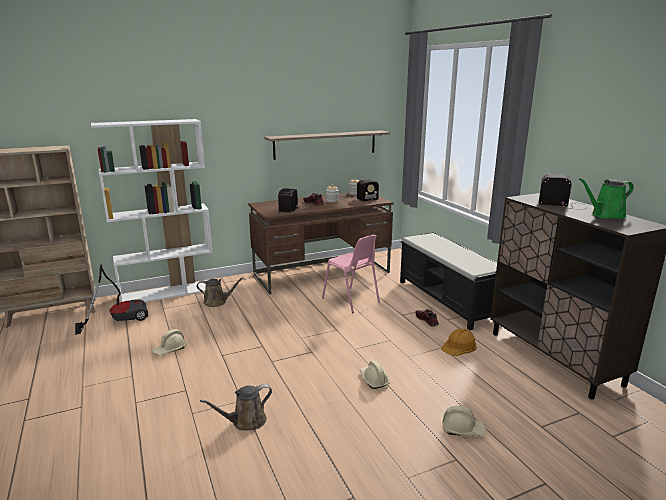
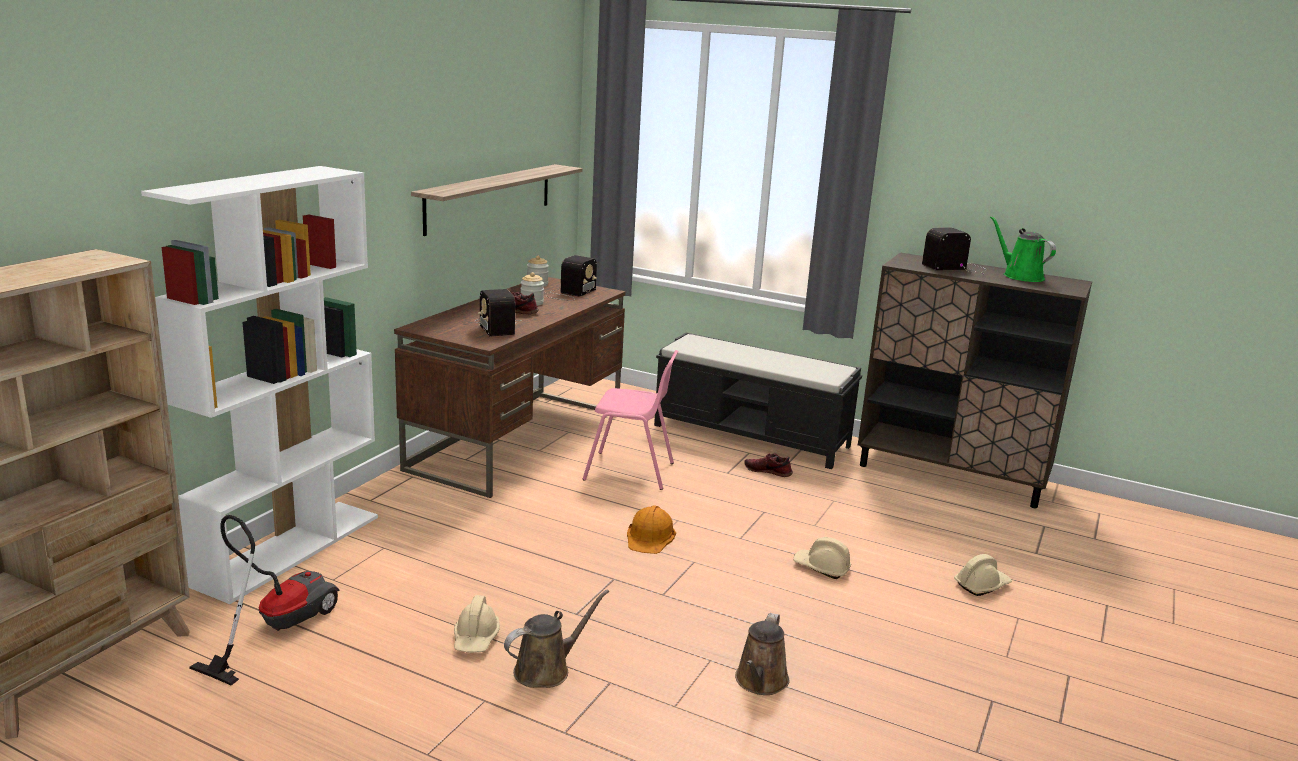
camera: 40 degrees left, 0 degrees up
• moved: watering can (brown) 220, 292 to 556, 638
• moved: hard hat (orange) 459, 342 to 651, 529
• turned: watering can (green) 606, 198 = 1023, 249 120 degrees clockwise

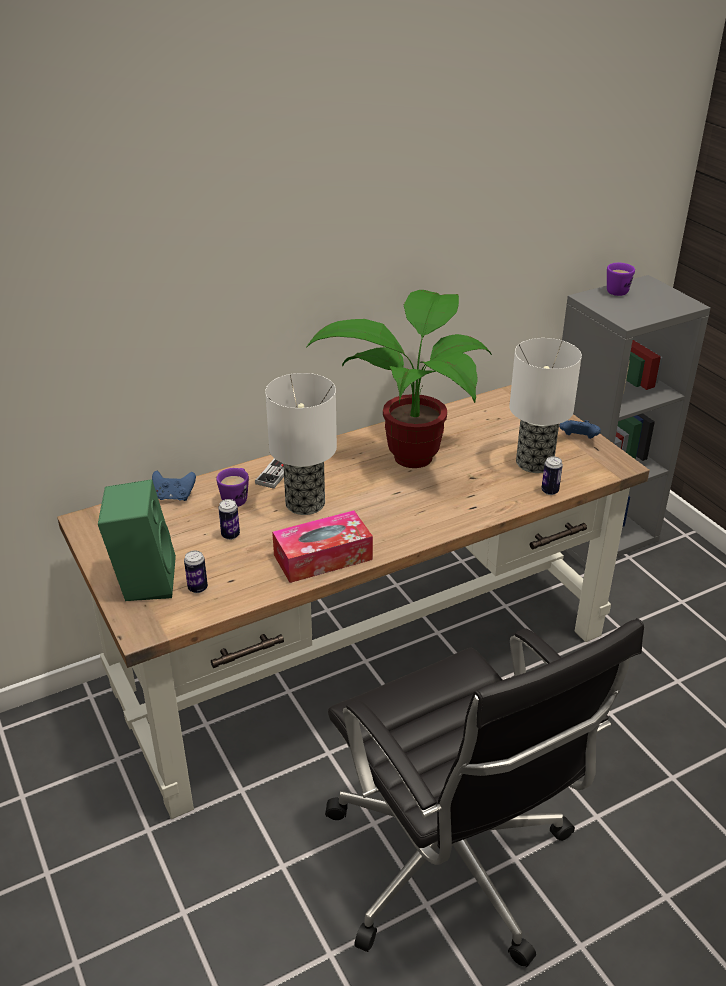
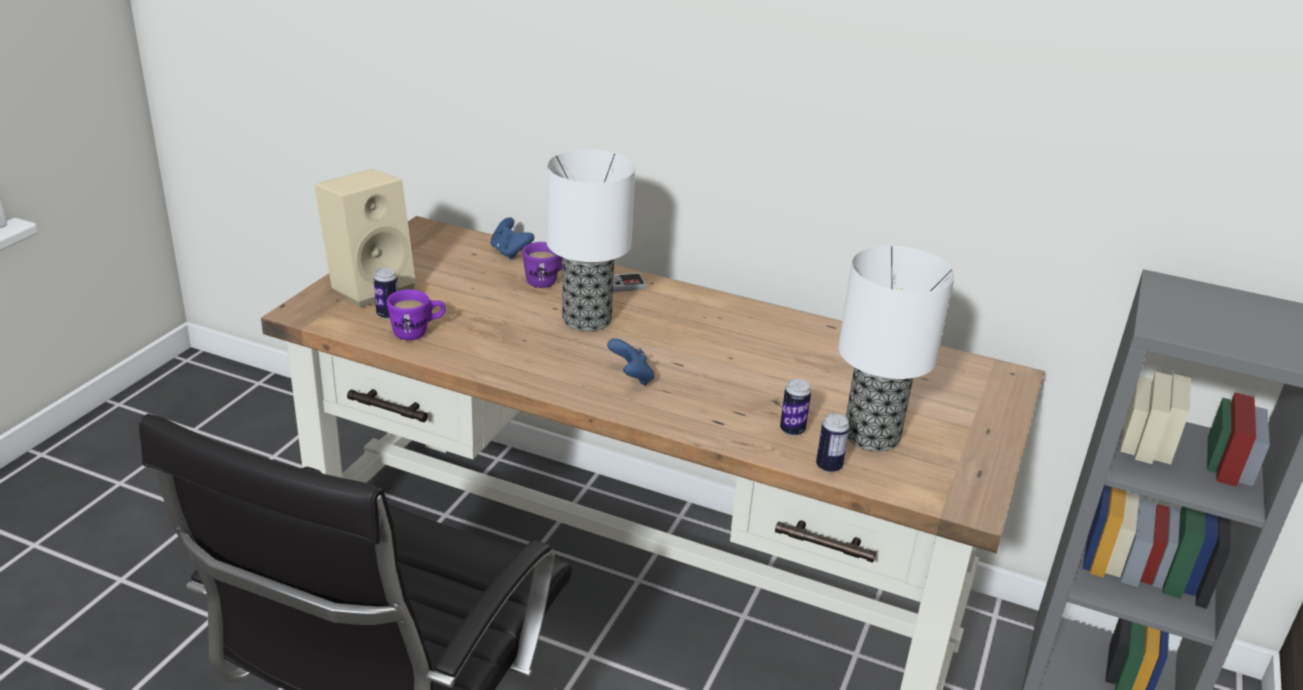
camera: 50 degrees right, 5 degrees down
• recoloured: speaker (green) 137, 540 to speaker (beige) 365, 238
• moved: mug (purple) 621, 279 to 416, 315
• moved: game controller (blue) 580, 429 to 631, 361
• moved: can 229, 519 to 795, 407
• removed: tissue box 322, 546
• removed: potted plant 399, 379

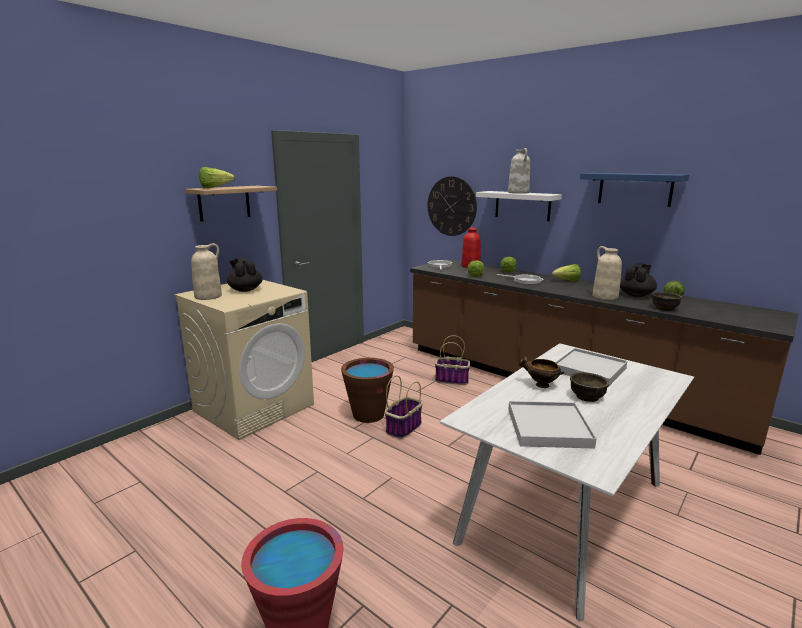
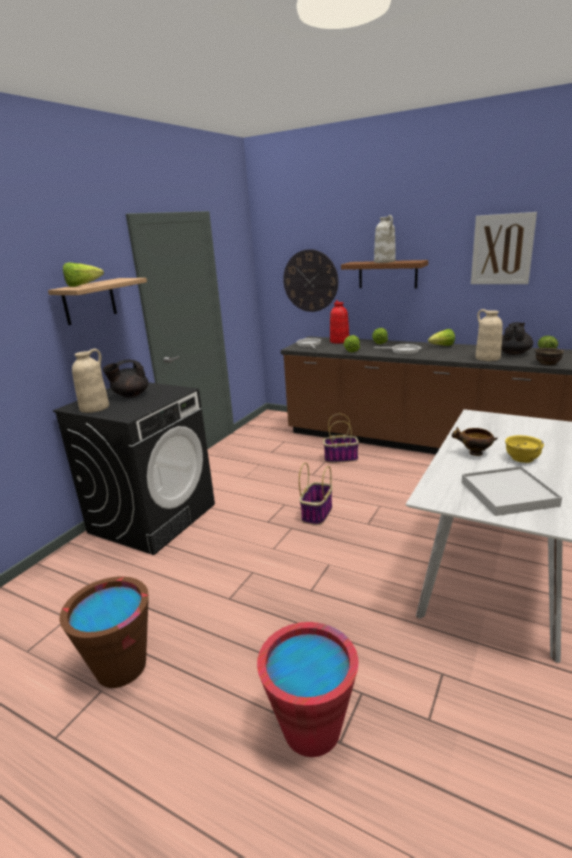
camera: 10 degrees left, 5 degrees up
• recoloured: washing machine (beige) 244, 360 to washing machine (black) 134, 468
• moved: bucket (brown) 367, 390 to 104, 632
• turned: teapot (black) 245, 274 = 125, 378 75 degrees counterclockwise
• recoloured: shelf (white) 519, 206 to shelf (brown) 384, 274
• replaced: shelf (blue) 634, 190 to picture 504, 248
• recoloured: bowl (brown) 589, 387 to bowl (yellow) 524, 449
• removed: tray (white) 591, 367

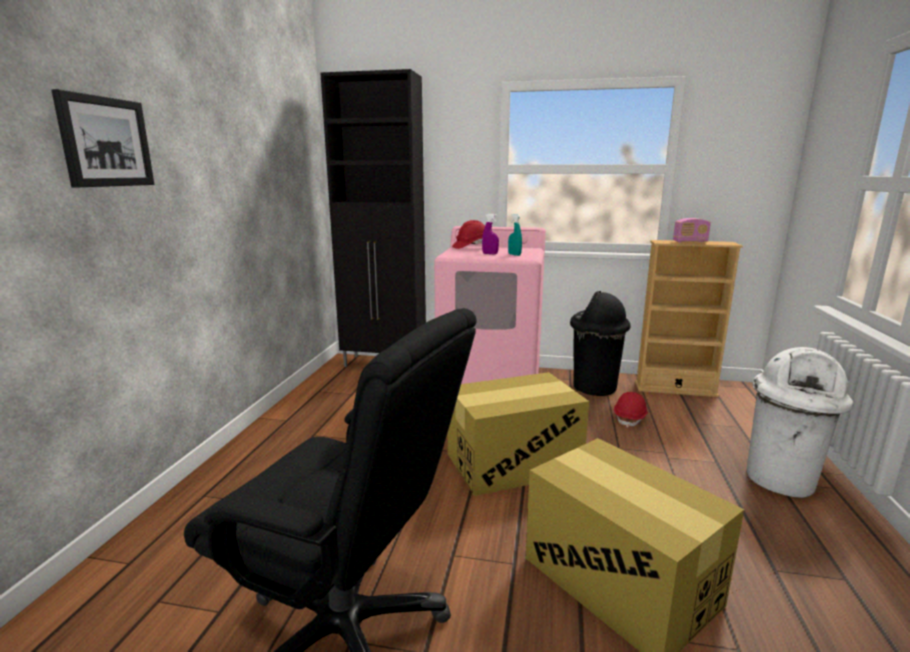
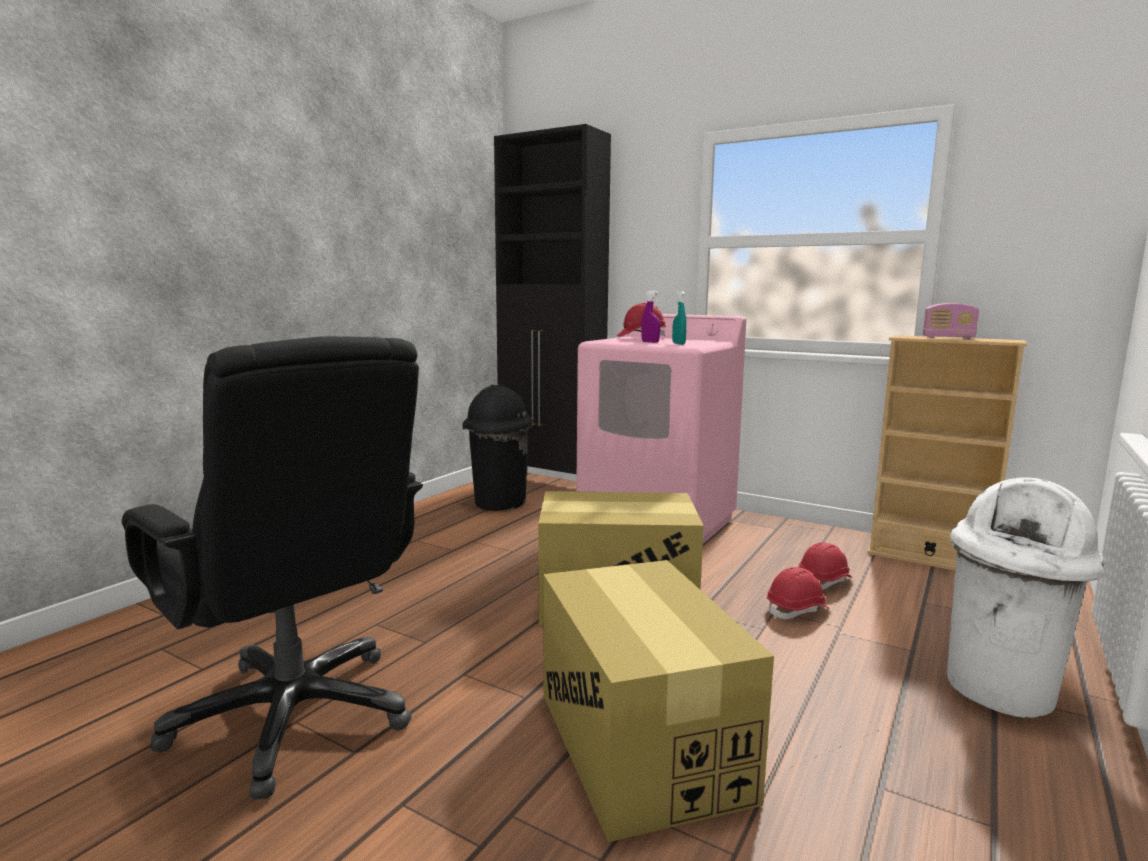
camera: 20 degrees right, 5 degrees down
• moved: trash can (black) 600, 343 to 497, 447
• added: hard hat (red) 798, 593
• removed: picture 102, 138

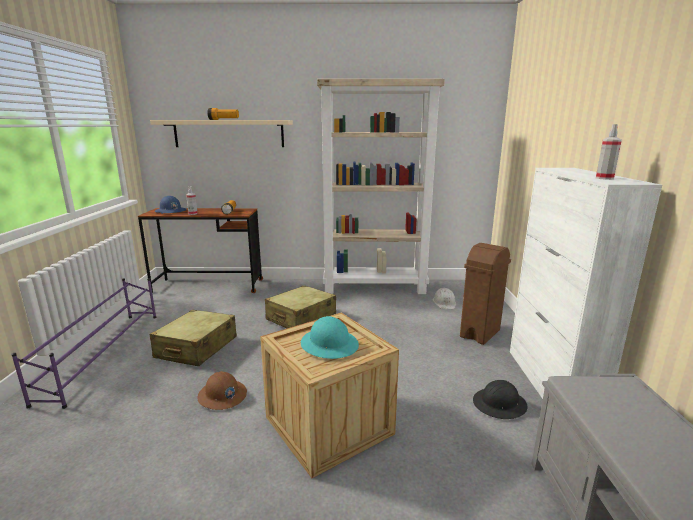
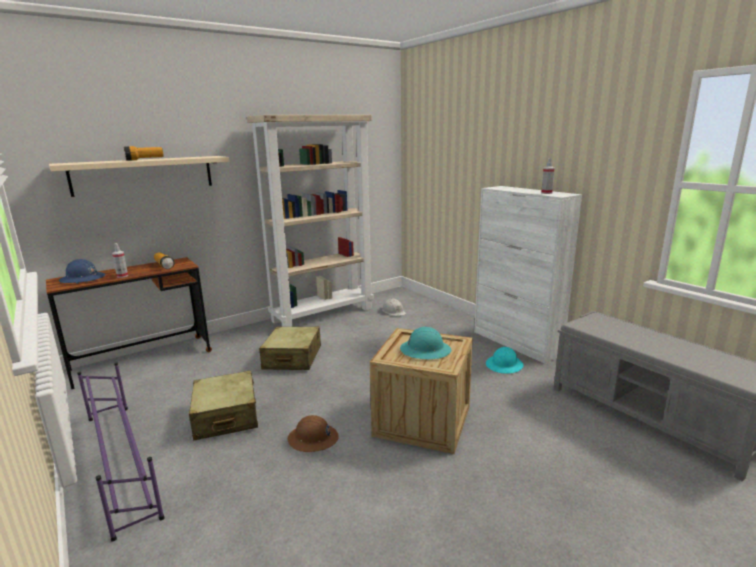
camera: 35 degrees left, 0 degrees up
• recoloured: hard hat (black) 500, 399 to hard hat (turquoise) 505, 360
• removed: trash can (brown) 485, 294

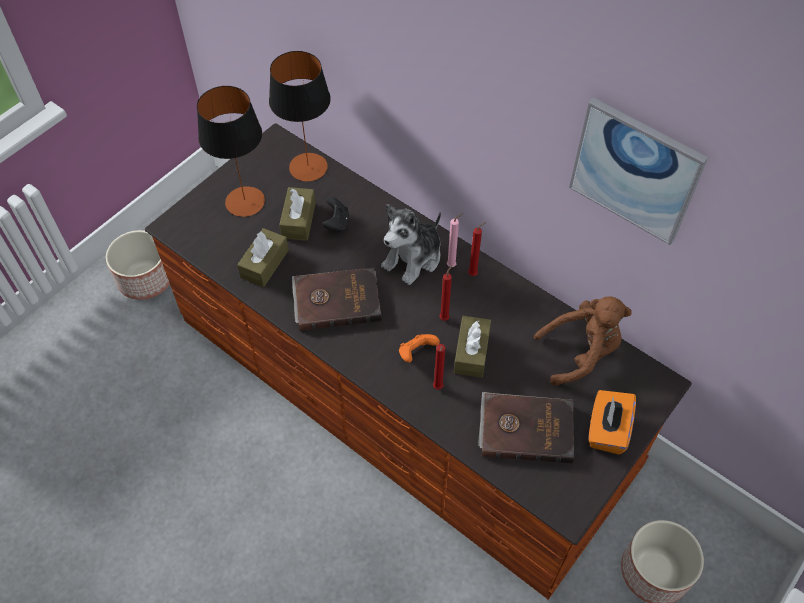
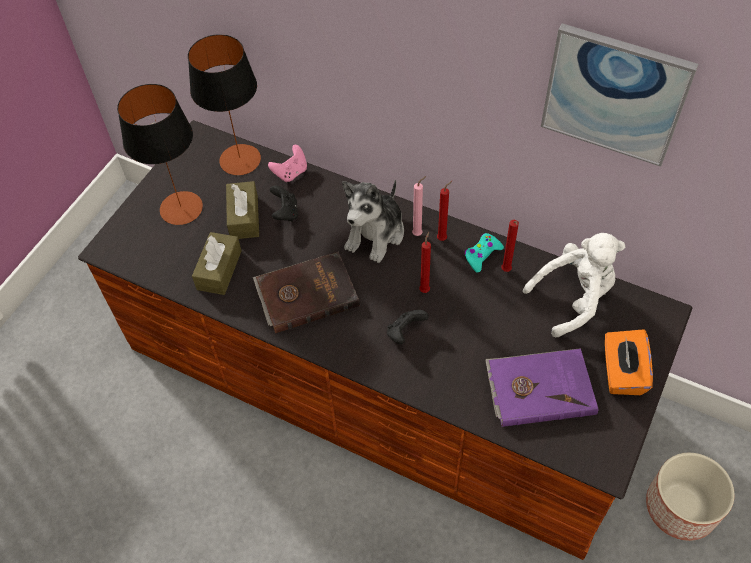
camera: 10 degrees left, 0 degrees up
• added: game controller (pink) 287, 163
• recoloured: game controller (orange) 419, 348 to game controller (black) 408, 327
• added: game controller (turquoise) 484, 252
• recoloured: book (brown) 526, 427 to book (purple) 542, 387
• moved: candle (red) 439, 367 to 510, 246
• recoloured: plush toy (brown) 583, 341 to plush toy (white) 574, 285
• removed: planter 138, 265
• removed: tissue box (brown) 472, 347

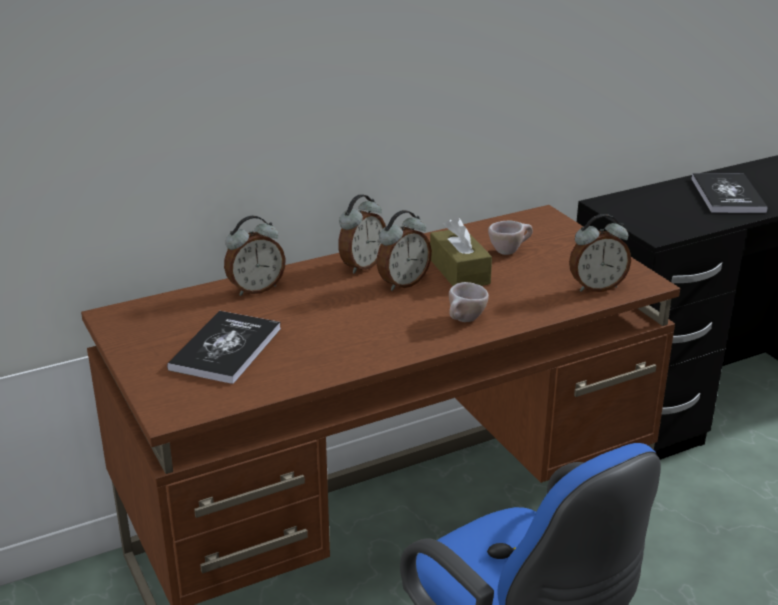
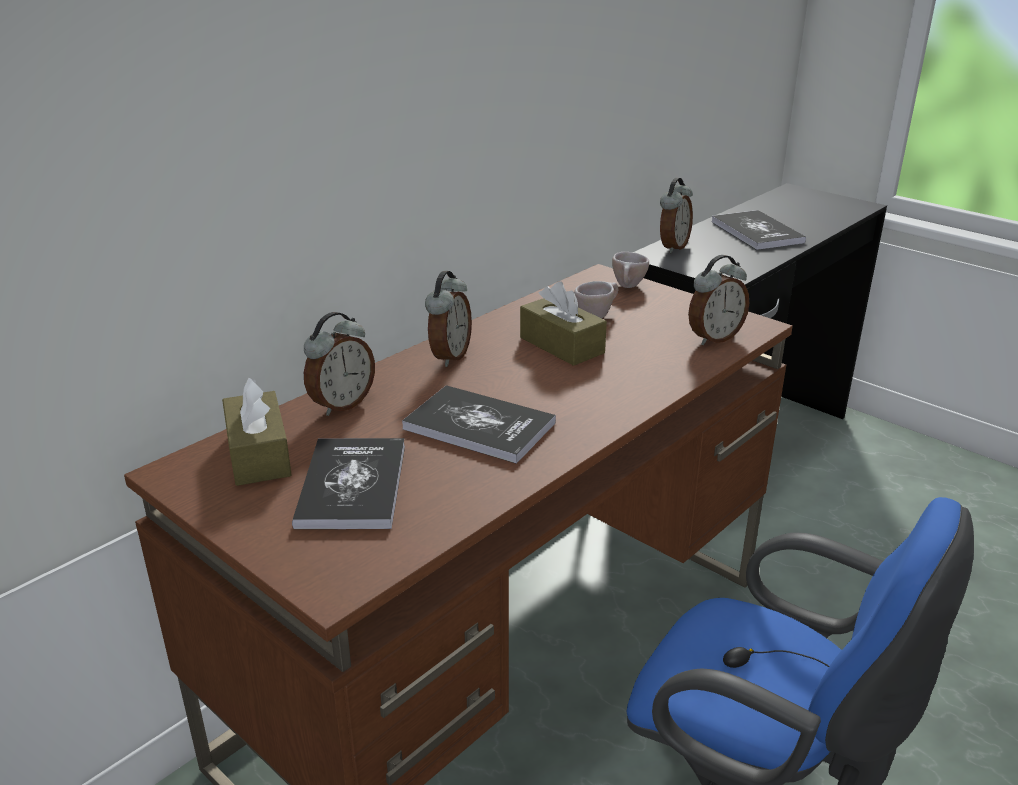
camera: 20 degrees left, 0 degrees up
• added: tissue box (brown) 257, 432
• added: book 479, 424
• moved: cup (beige) 469, 302 to 630, 270
• moved: alarm clock 404, 250 to 676, 215

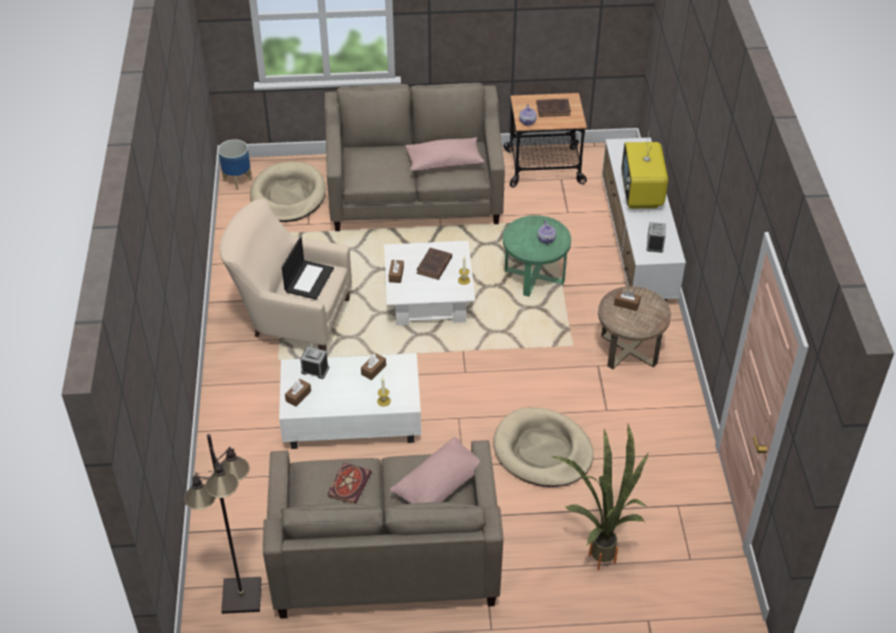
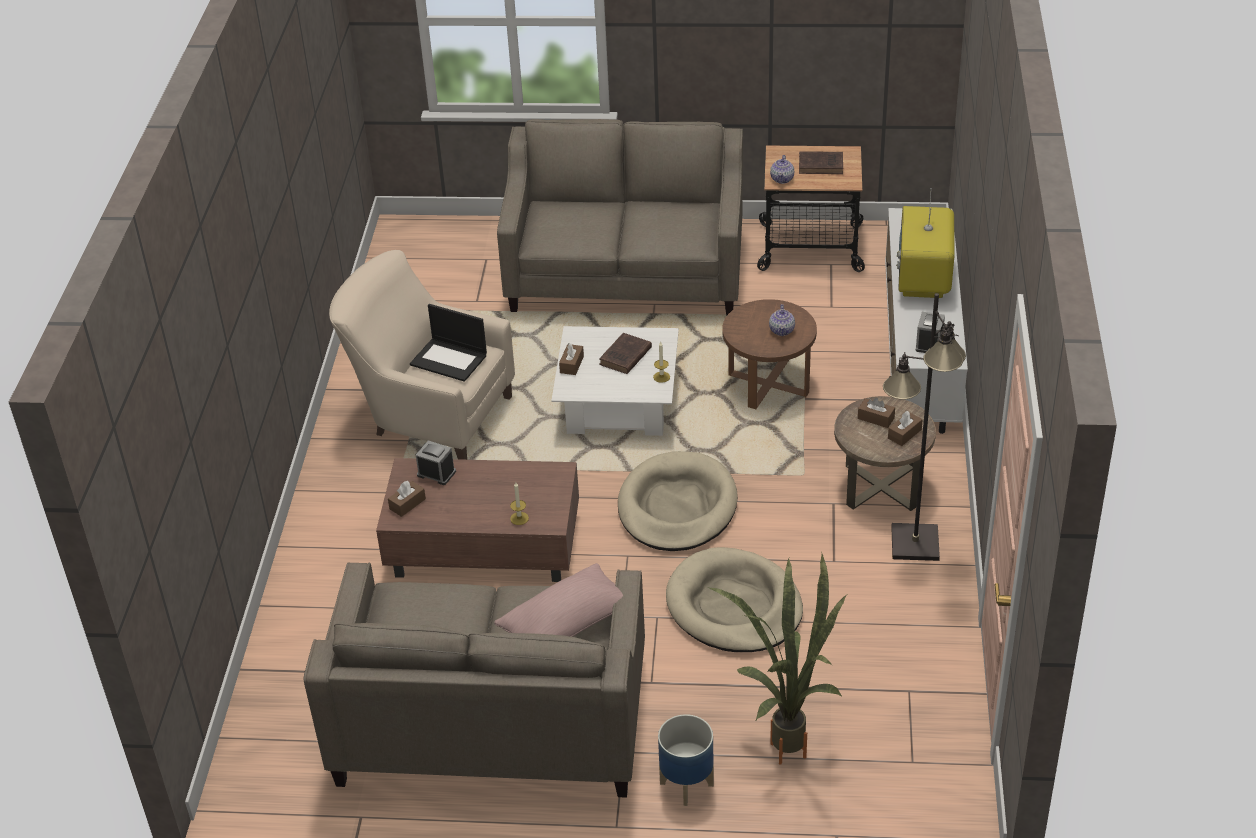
camera: 10 degrees right, 5 degrees down
• recoloured: coffee table (white) 350, 401 to coffee table (brown) 477, 520
• turned: laptop 308, 268 = 448, 343 90 degrees clockwise
• moved: dog bed (beige) 288, 192 to 678, 501
• moved: planter 235, 164 to 686, 760
• recoloured: side table (green) 537, 256 to side table (brown) 769, 354
• moved: floor lamp (black) 222, 524 to 924, 427
• moved: tissue box (brown) 373, 366 to 905, 428
• removed: book 350, 483
• removed: pillow (pink) 444, 154

